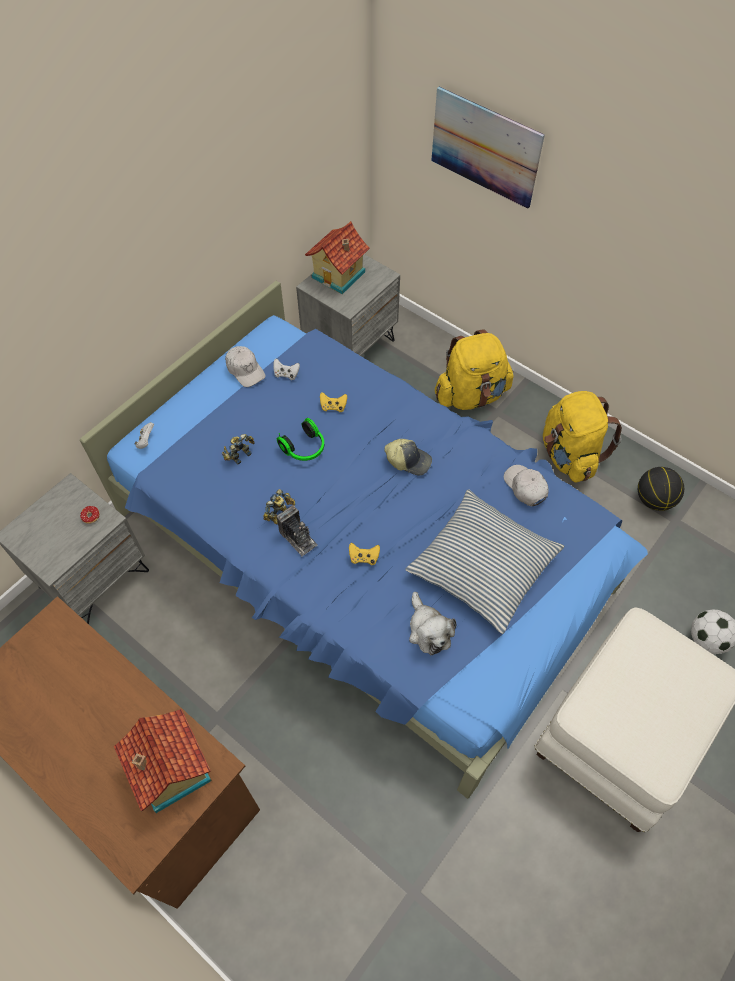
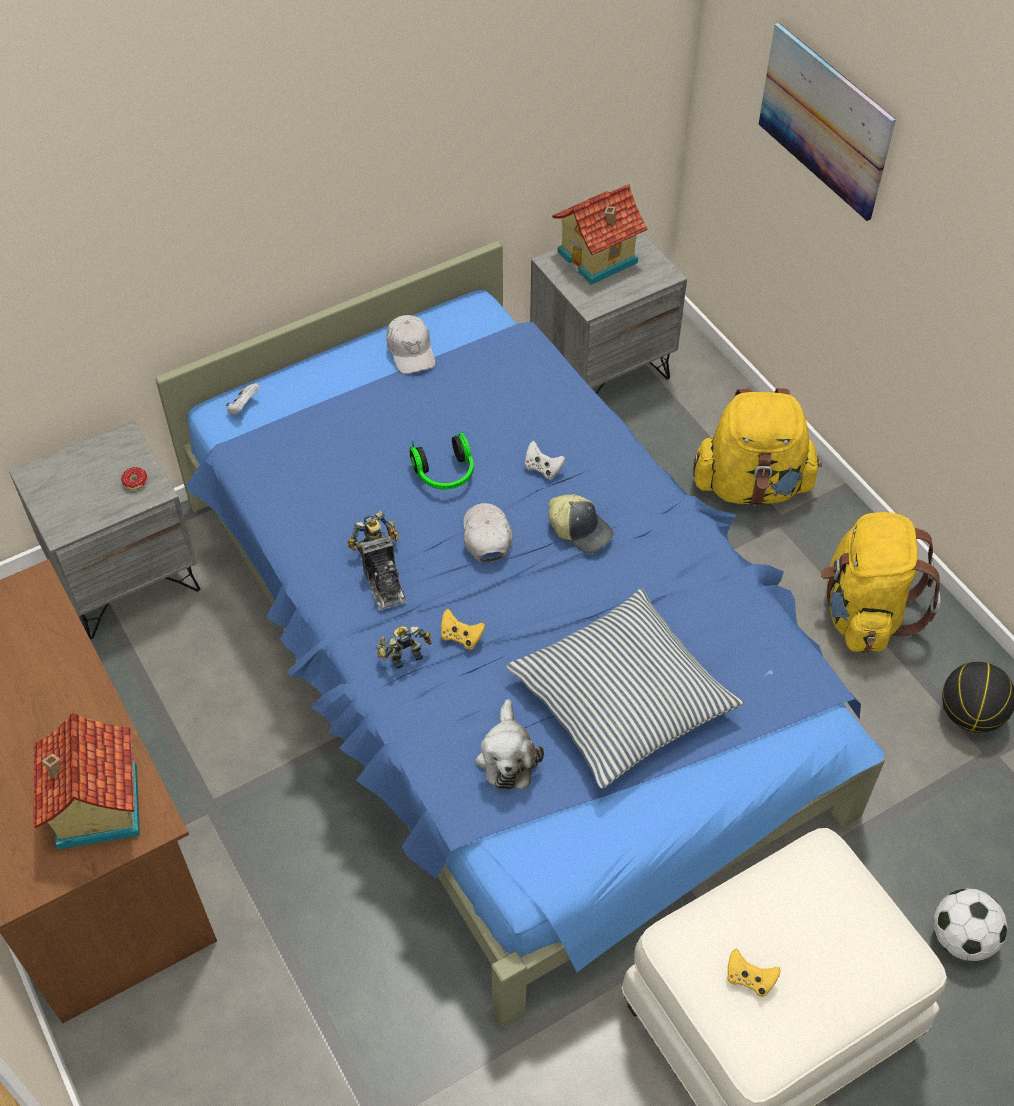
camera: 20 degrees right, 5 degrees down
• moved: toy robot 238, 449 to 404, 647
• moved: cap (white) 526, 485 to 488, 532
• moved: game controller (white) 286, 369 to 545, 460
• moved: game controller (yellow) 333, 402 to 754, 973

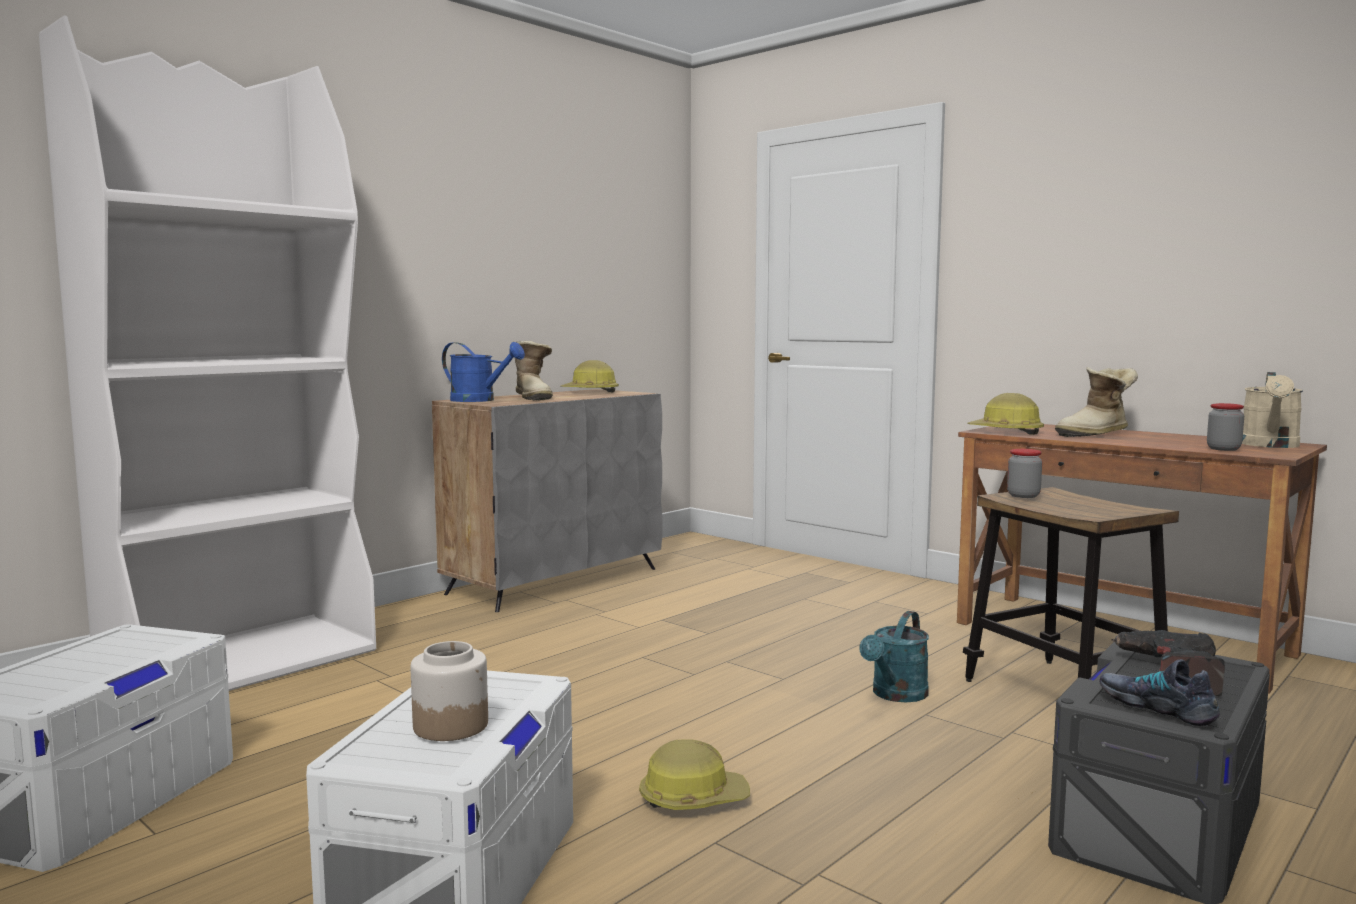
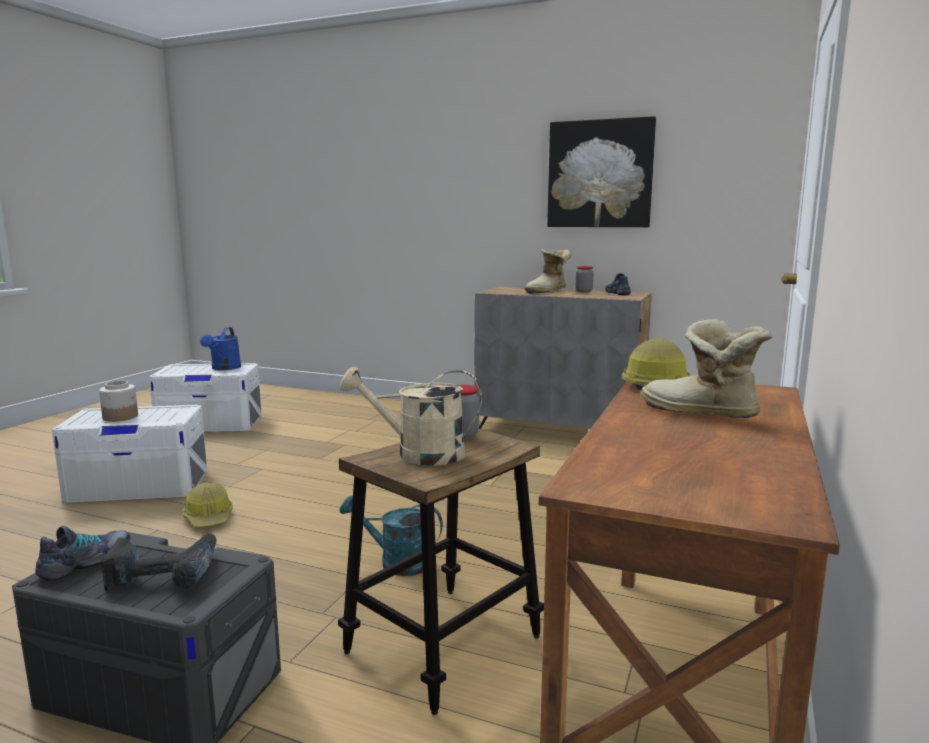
camera: 70 degrees right, 5 degrees up
• moved: watering can (blue) 483, 372 to 220, 348
• moved: watering can (beige) 1272, 410 to 411, 416
• added: picture 601, 171
• moved: jar 1225, 427 to 584, 279
• replaced: hard hat 590, 376 to shoe 618, 284
• removed: bookcase (white) 207, 353

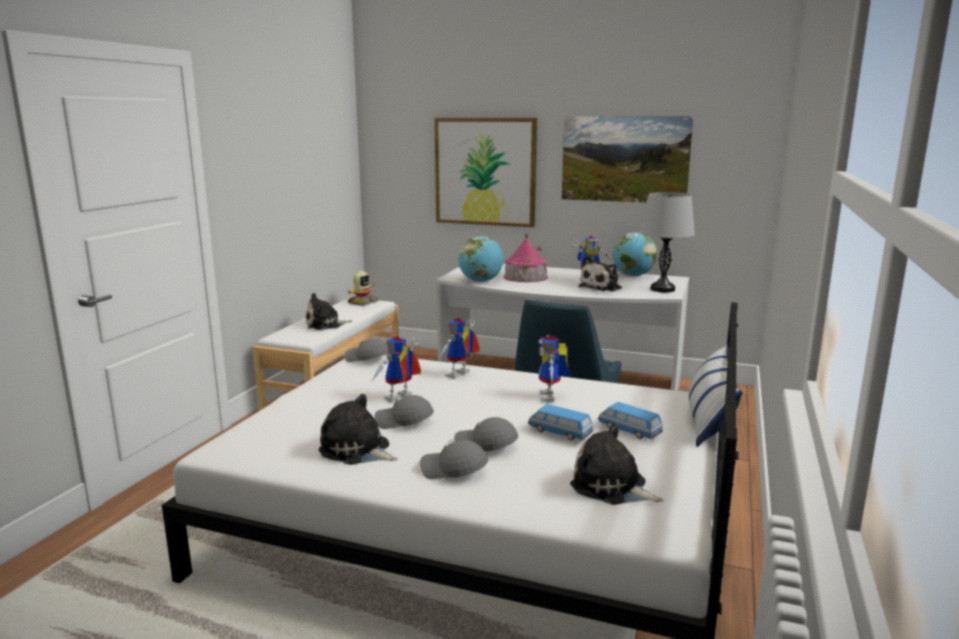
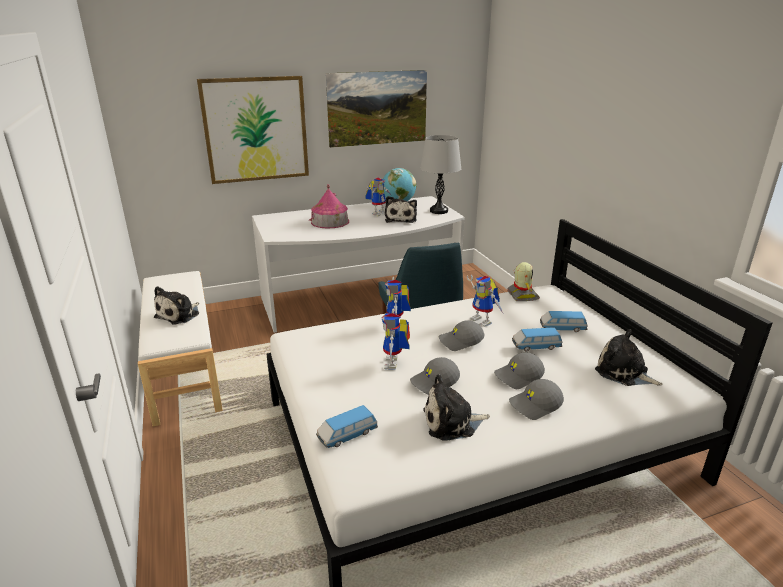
camera: 40 degrees left, 10 degrees up
• added: toy car 347, 426
• moved: cap (grey) 366, 350 to 461, 335
• moved: toy robot 363, 288 to 523, 281
• turned: plush toy 617, 464 = 629, 357 45 degrees clockwise
• removed: globe 480, 259
• removed: pillow 715, 395

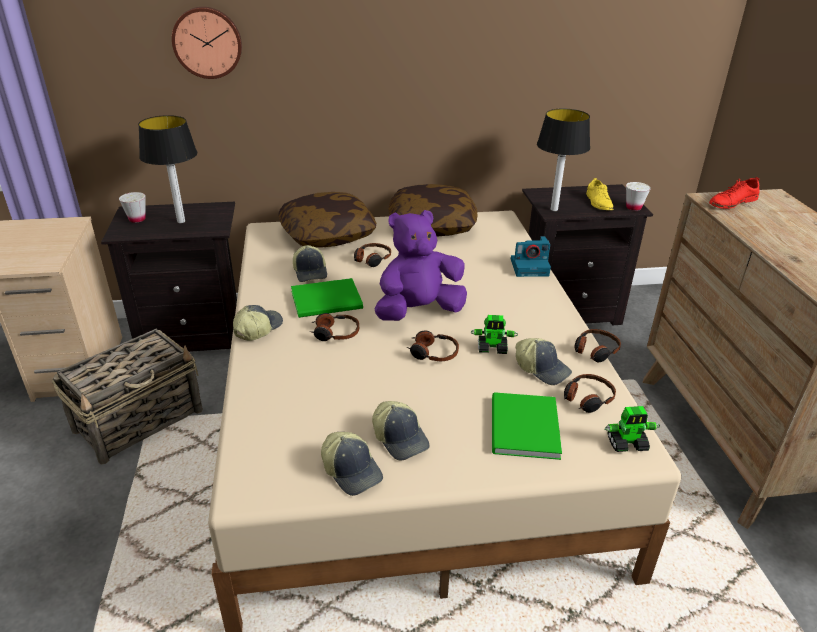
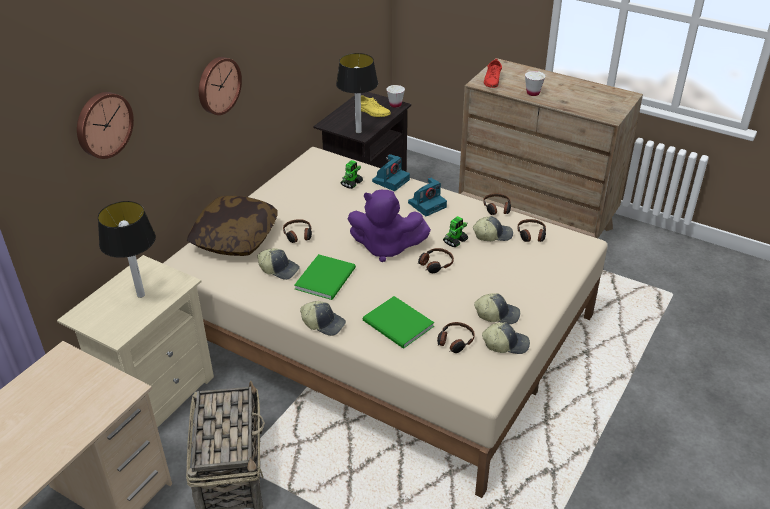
camera: 50 degrees left, 5 degrees up
• recoloured: nightstand (black) 169, 277 to nightstand (beige) 135, 341
• added: wall clock 220, 86
• turned: cap 258, 323 = 323, 318 135 degrees clockwise
• moved: toy robot 632, 429 to 351, 174
• turned: plush toy (purple) 421, 265 = 389, 226 90 degrees counterclockwise
• moved: book (green) 527, 426 to 398, 322
• added: photo camera 427, 196
• moved: headphones 334, 327 to 456, 337
• moved: cup (white) 132, 207 to 535, 83
• removed: pillow 433, 210

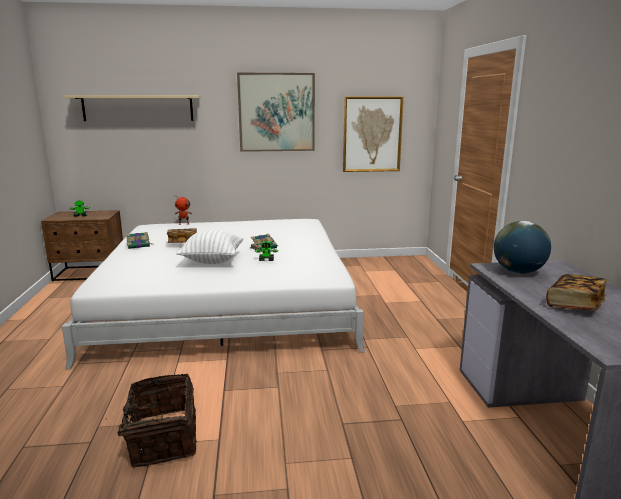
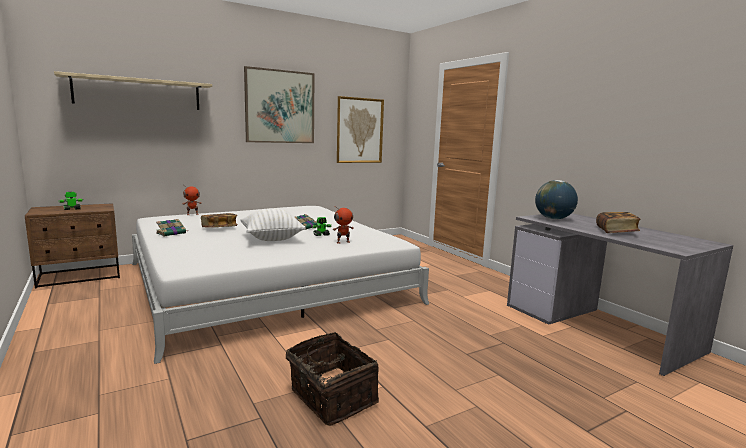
camera: 25 degrees left, 5 degrees down
• added: toy robot 343, 224

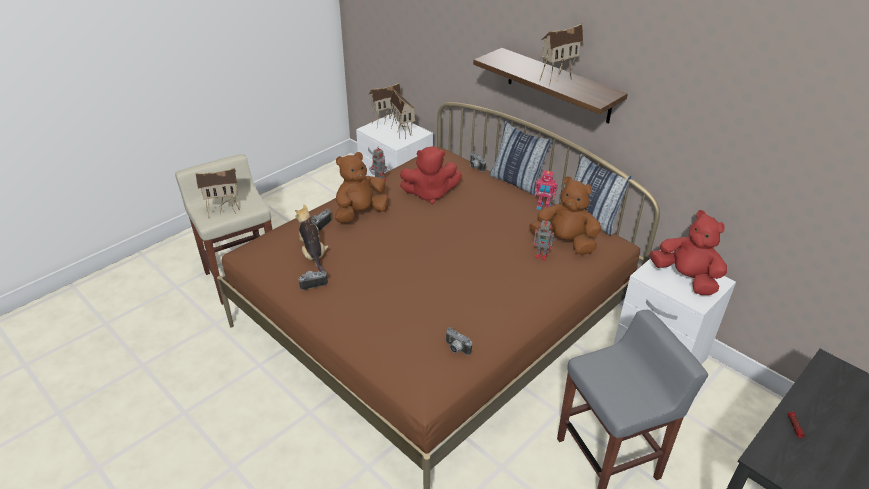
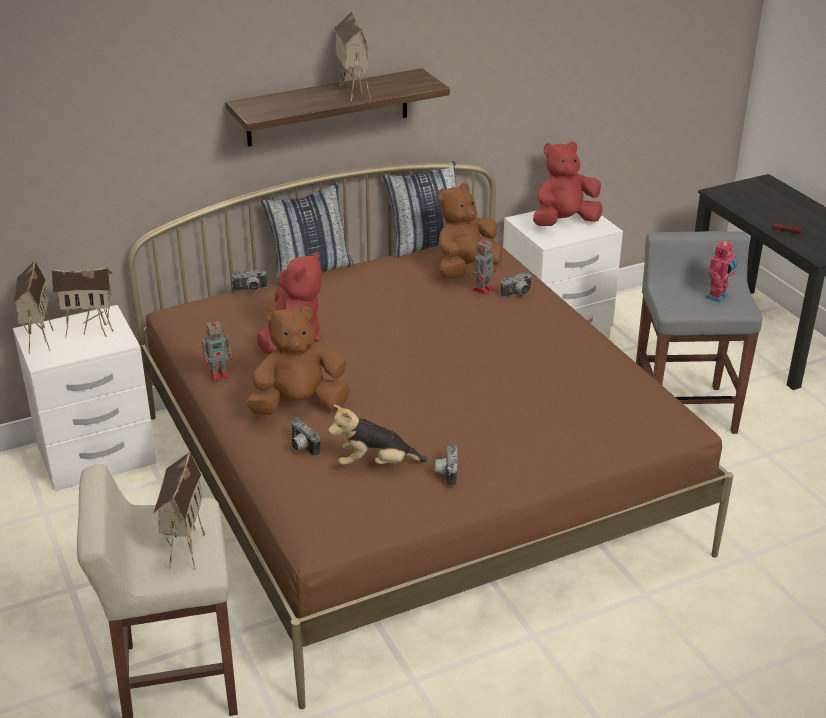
camera: 70 degrees left, 5 degrees down
• turned: plush toy (brown) 362, 187 = 298, 360 90 degrees clockwise
• moved: photo camera 458, 341 to 516, 285
• moved: toy robot 546, 190 to 721, 271

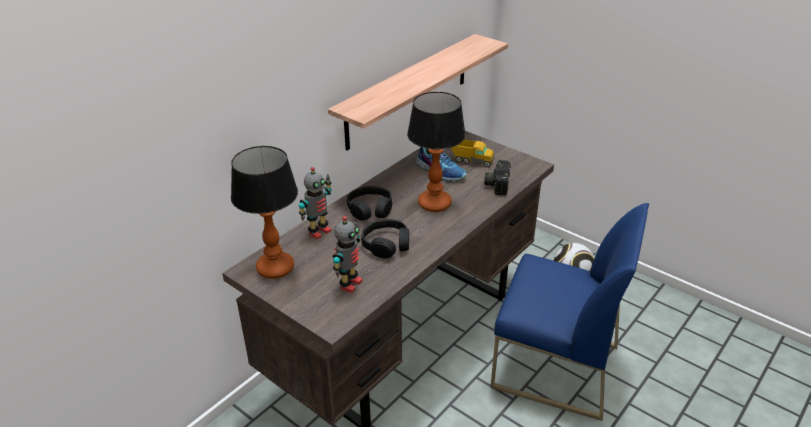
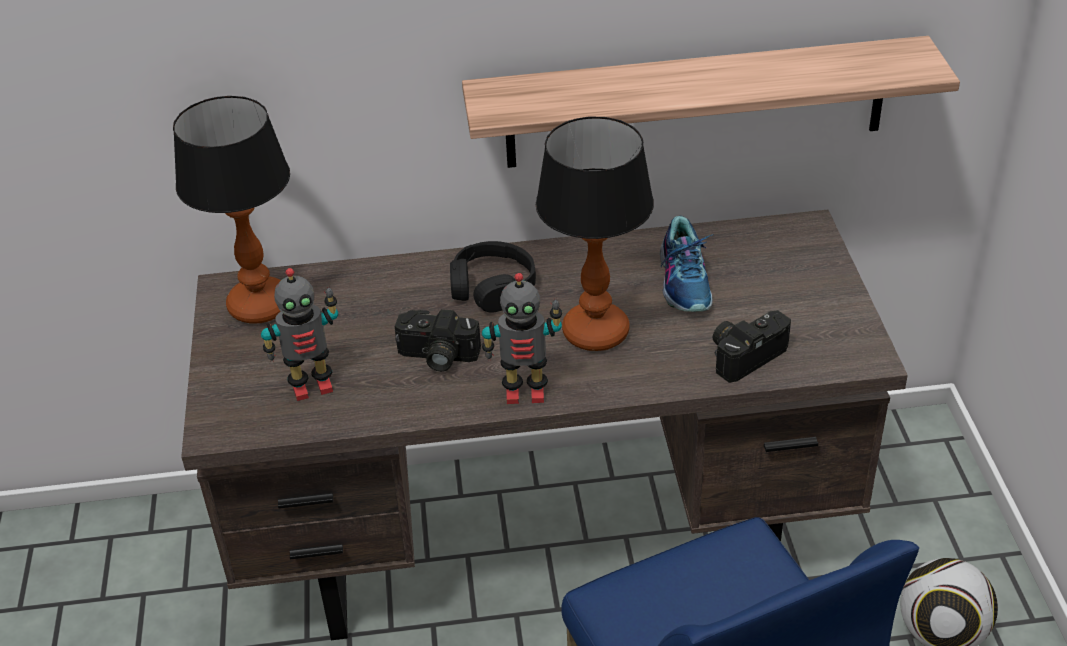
camera: 45 degrees right, 5 degrees up
• replaced: headphones (black) 385, 239 to photo camera 438, 340
• moved: toy robot 315, 203 to 522, 338
• removed: toy truck 472, 153

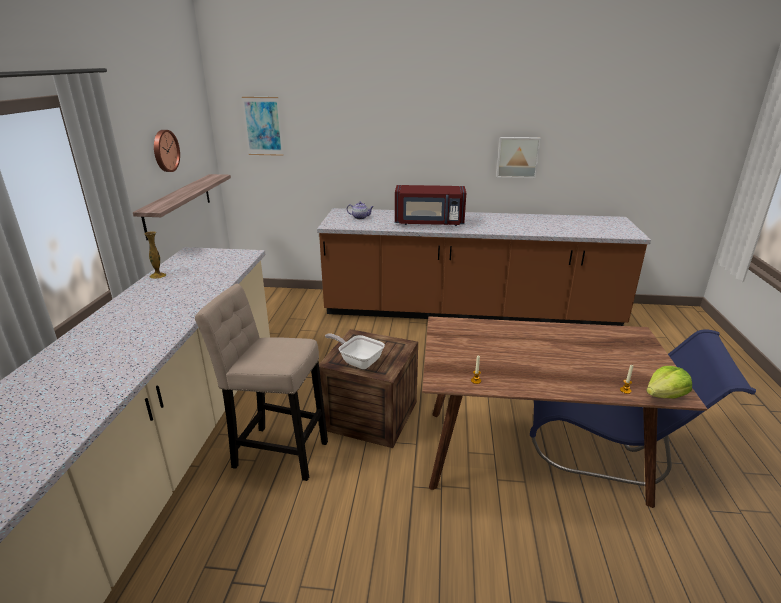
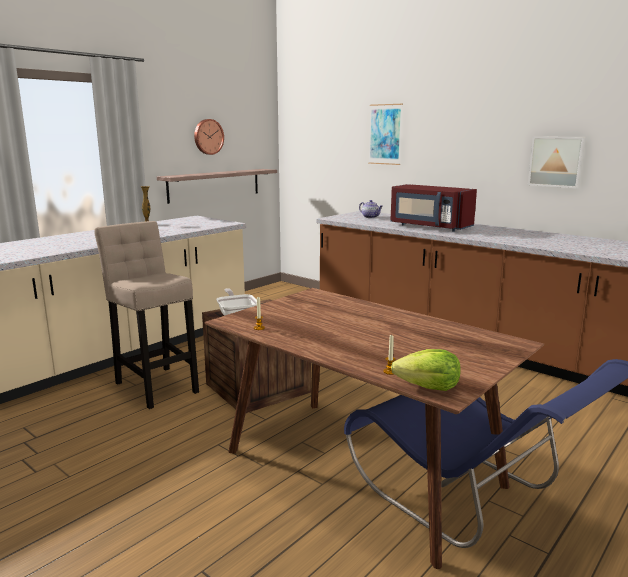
camera: 35 degrees right, 10 degrees down
• moved: picture 263, 126 to 385, 134

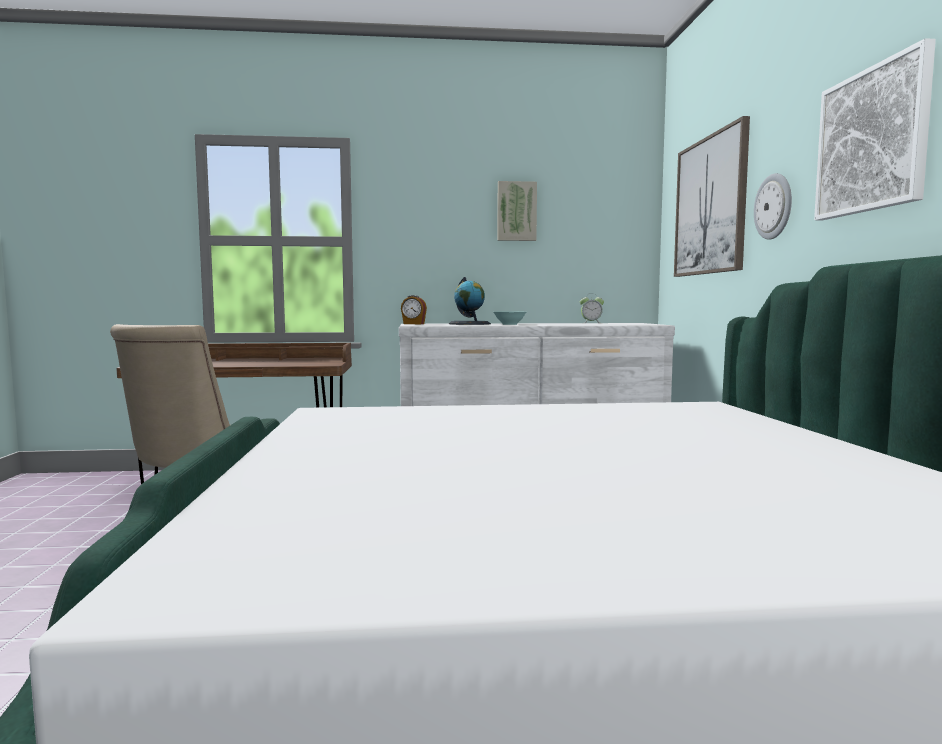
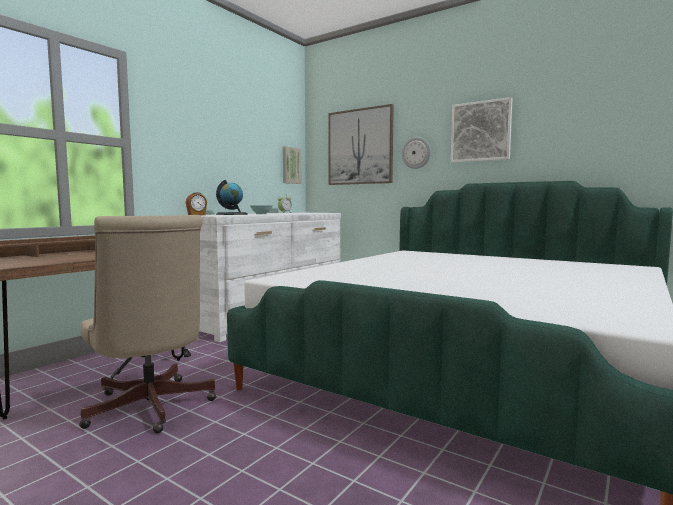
camera: 50 degrees left, 0 degrees up
• moved: picture 517, 211 to 292, 165

